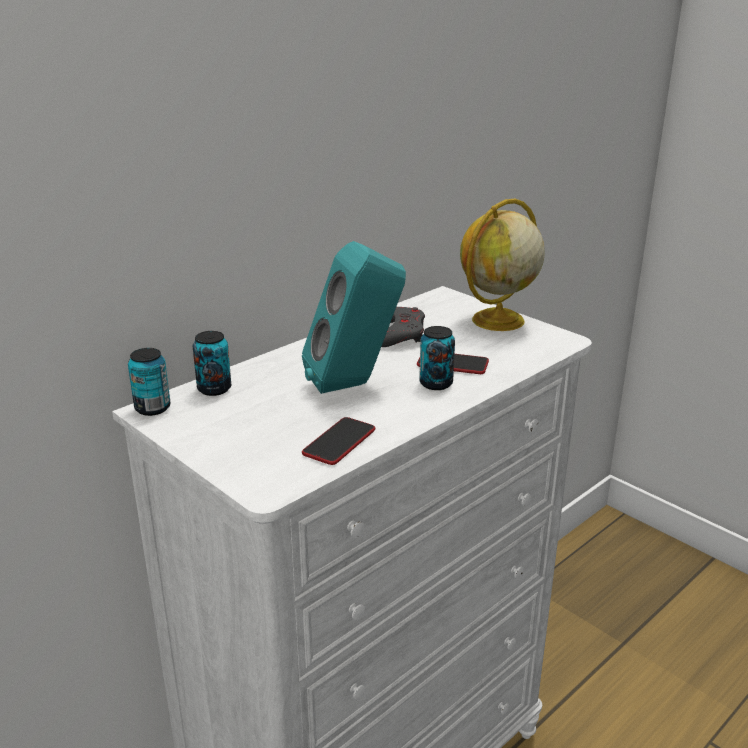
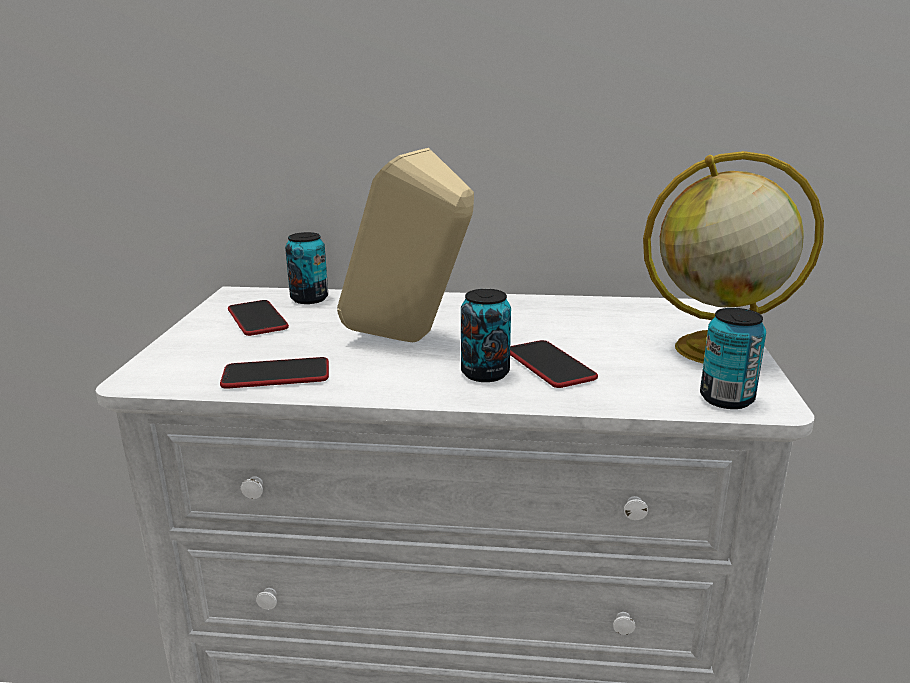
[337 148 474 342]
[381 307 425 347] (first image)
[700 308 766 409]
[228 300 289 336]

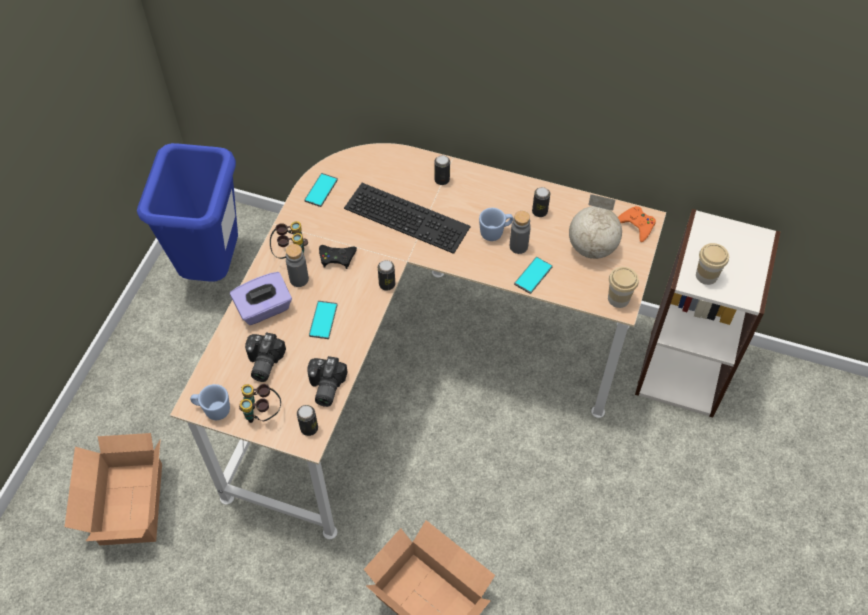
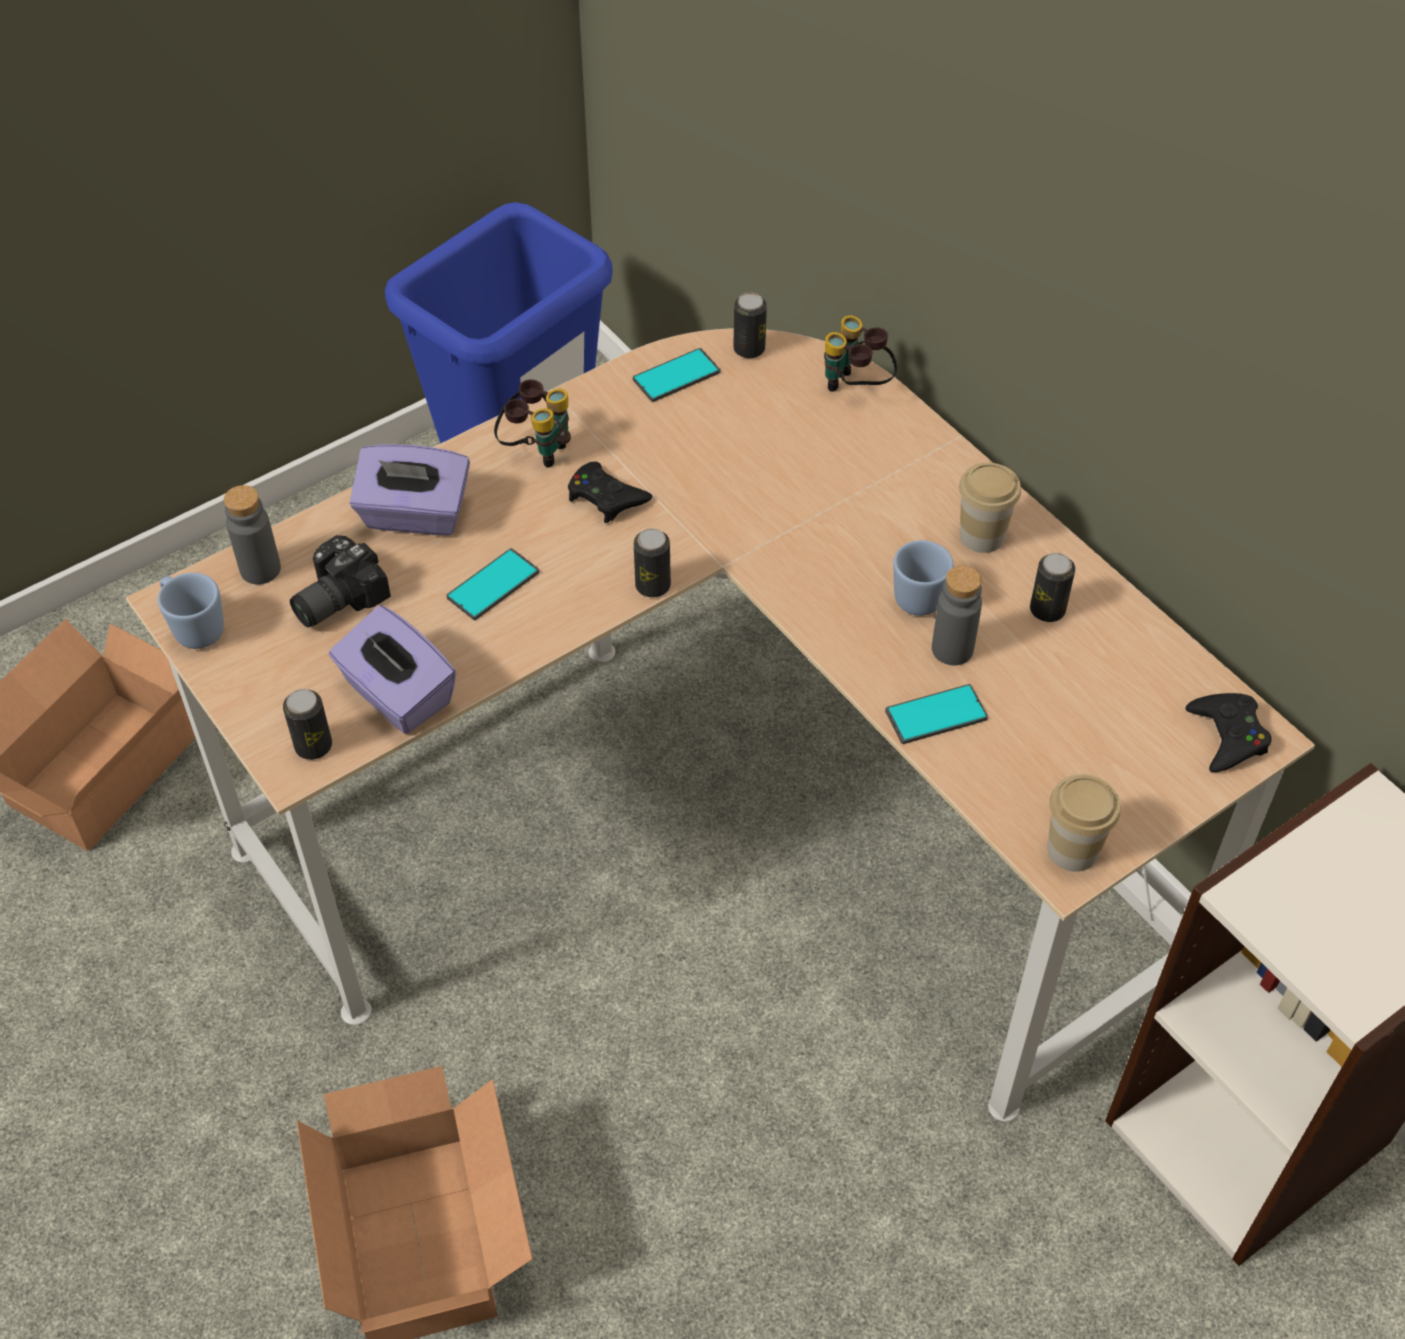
[733 292 767 359]
[344 183 471 254] (first image)
[569 194 622 259] (first image)
[1185 693 1272 772]
[959 463 1021 553]
[224 485 281 584]
[329 605 456 734]
[824 315 898 392]

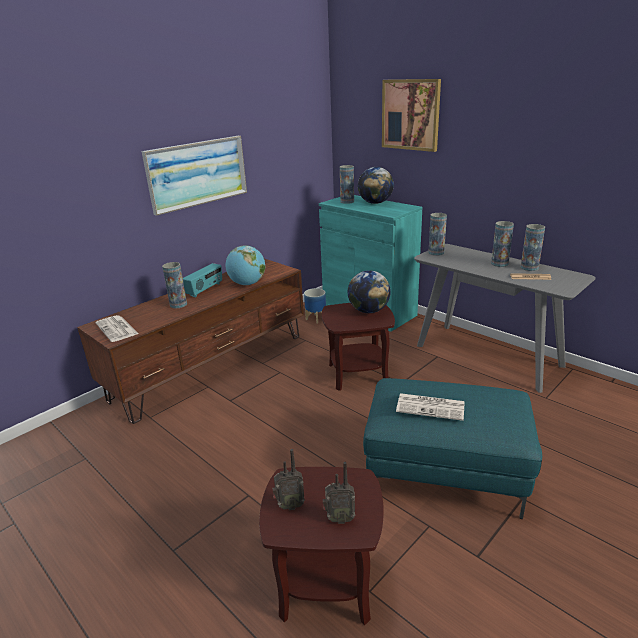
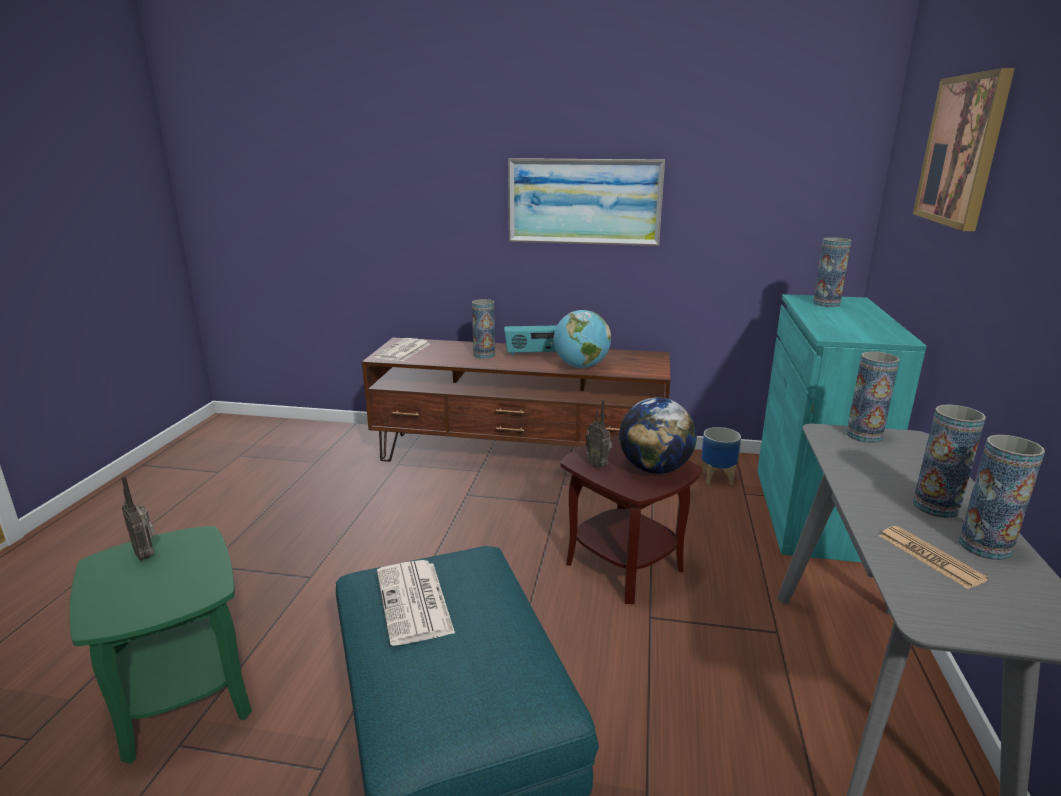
[358 167 394 204] (first image)
[585 399 612 469]
[70 526 252 764]

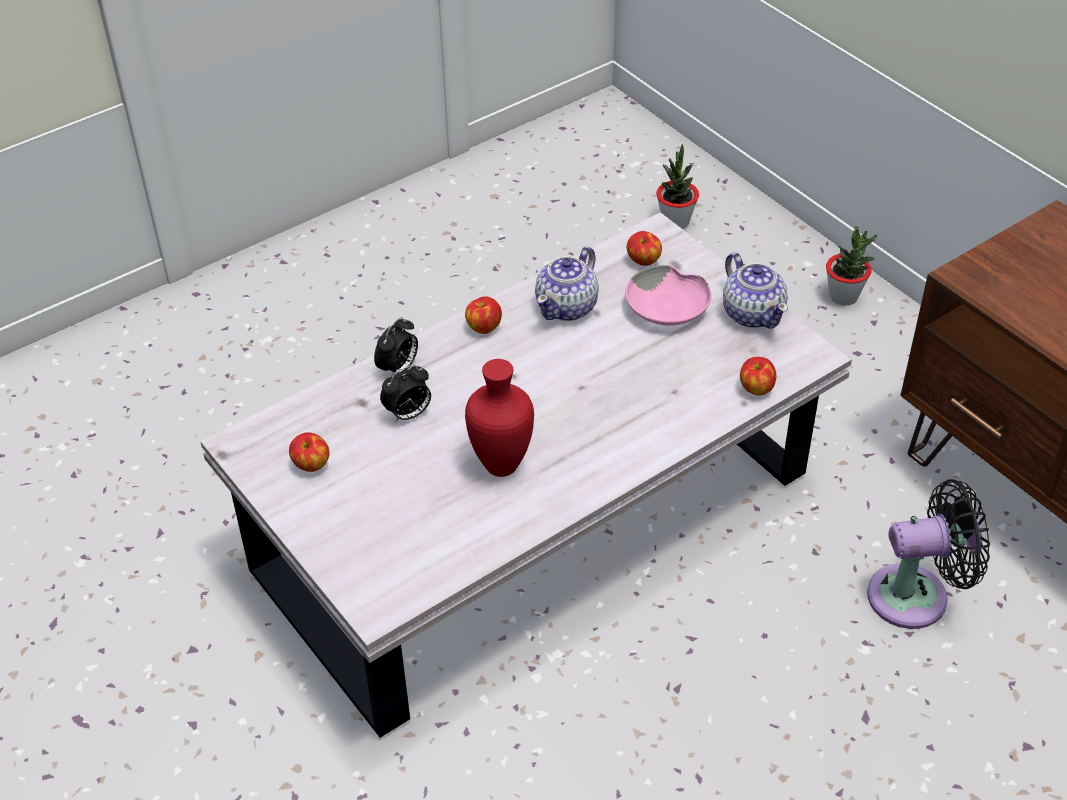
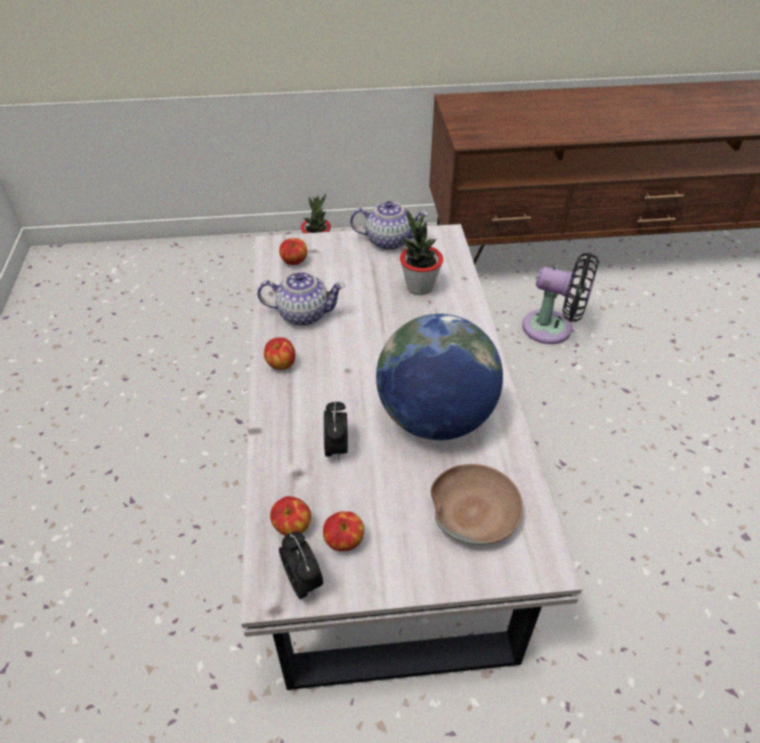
[400 210 443 295]
[257 272 345 326]
[625 265 711 326] (first image)
[279 532 323 599]
[270 496 311 536]
[376 314 503 440]
[522 253 598 344]
[431 464 523 545]

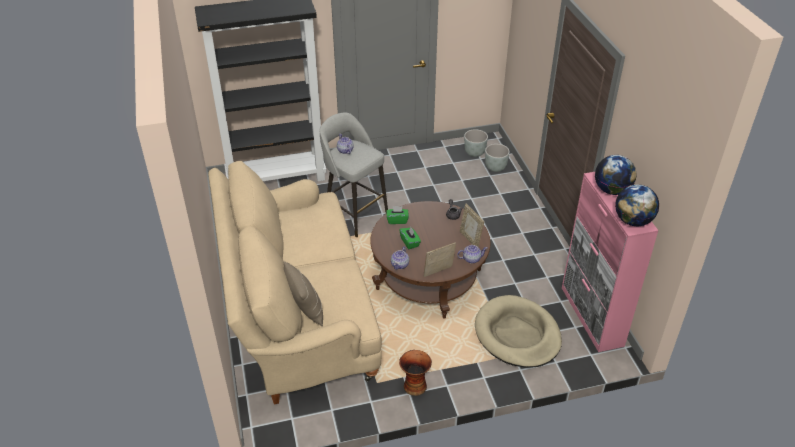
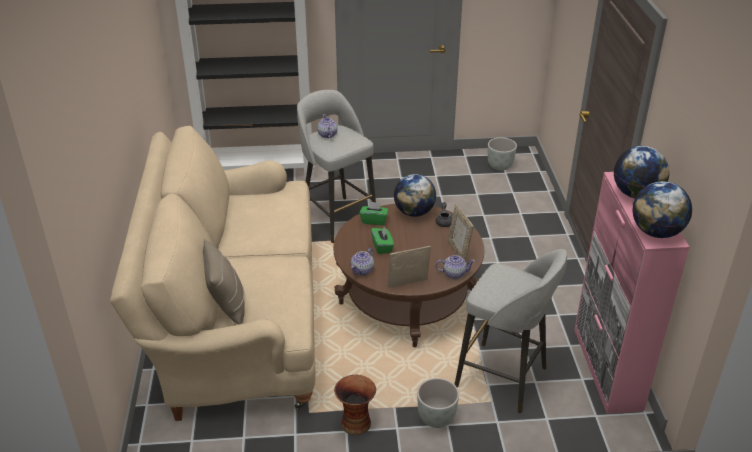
[417 378 459 428]
[454 249 567 413]
[394 174 436 217]

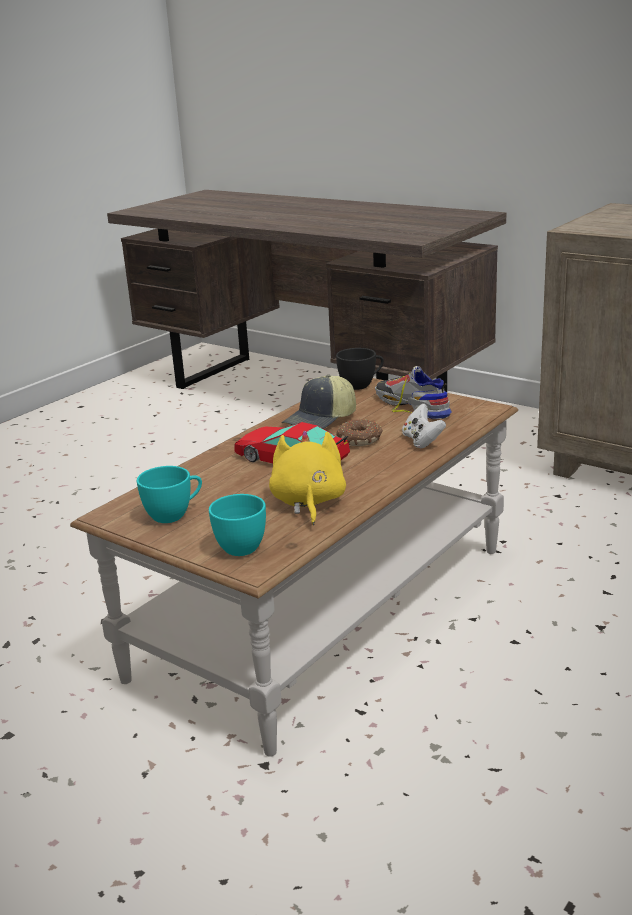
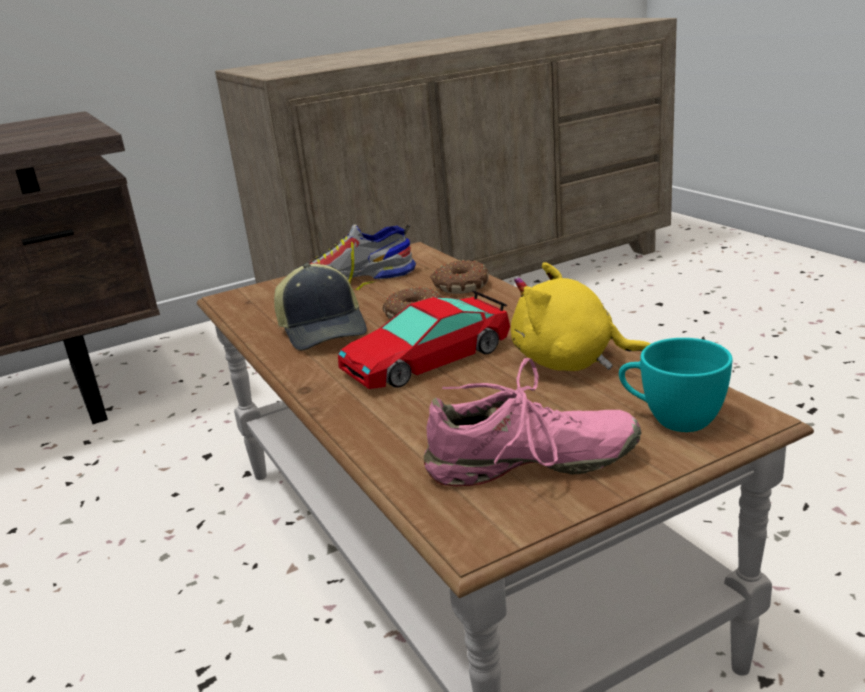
[336 348 384 390] (first image)
[430 260 489 294]
[423 358 642 487]

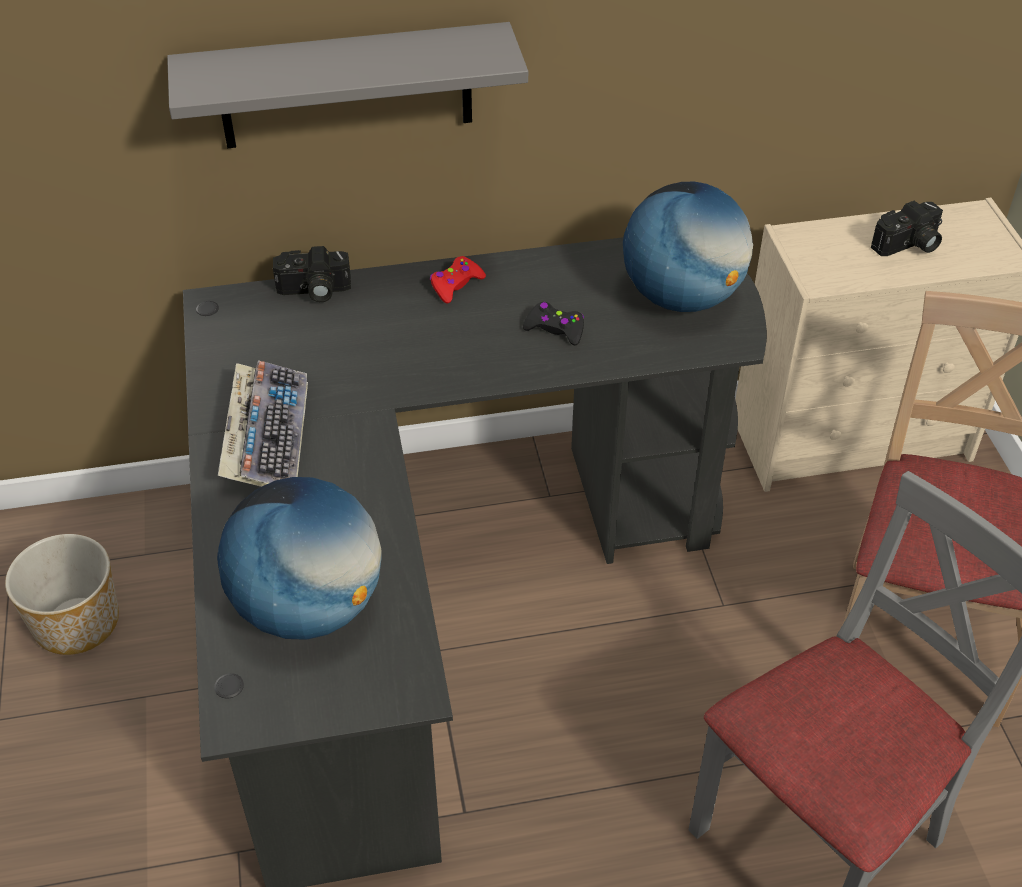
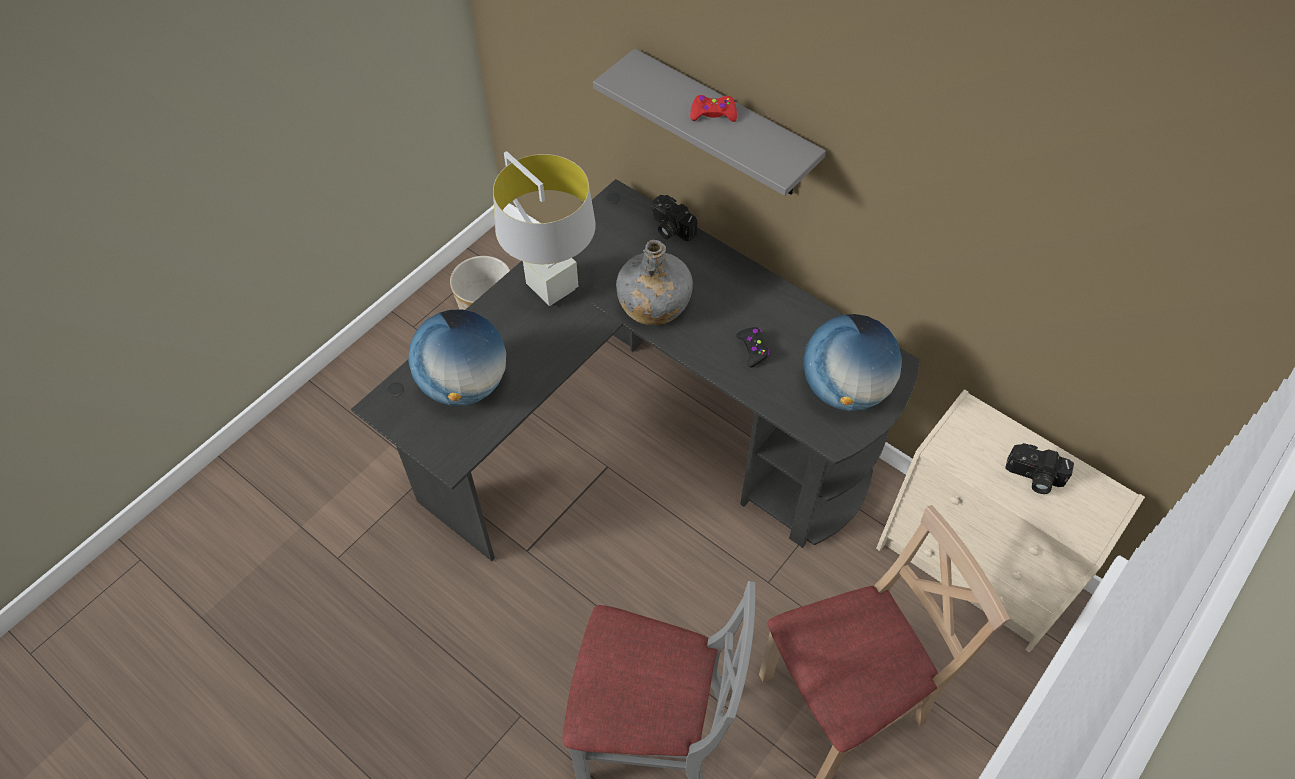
[690 95 737 122]
[493 151 596 306]
[616 240 693 325]

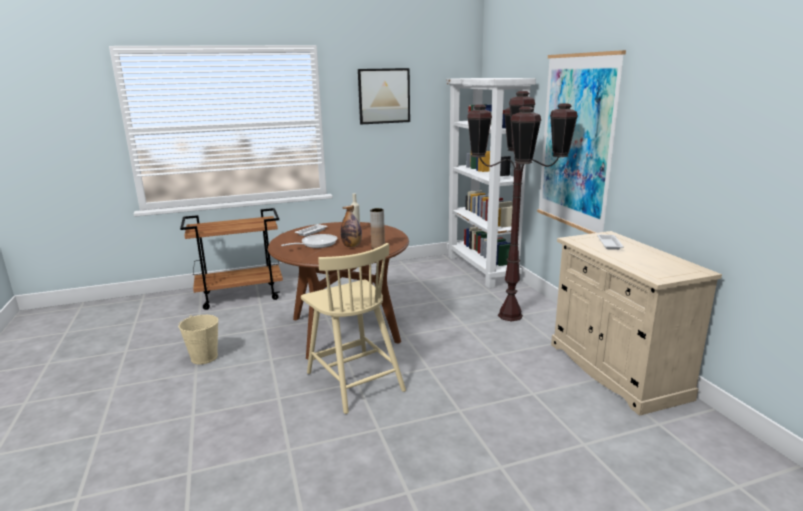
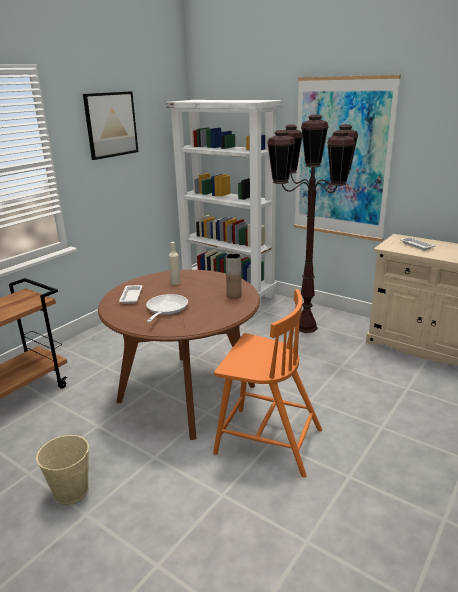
[341 205 362 247] (first image)
[213 289 322 478]

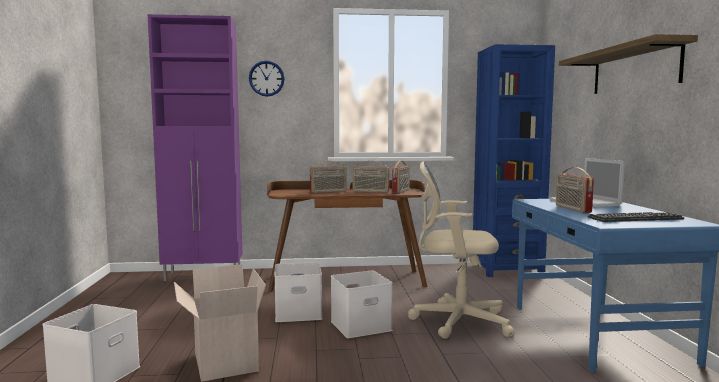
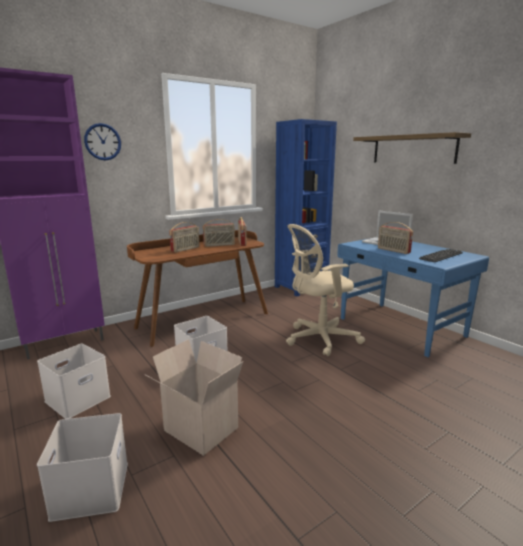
[37 344 111 419]

